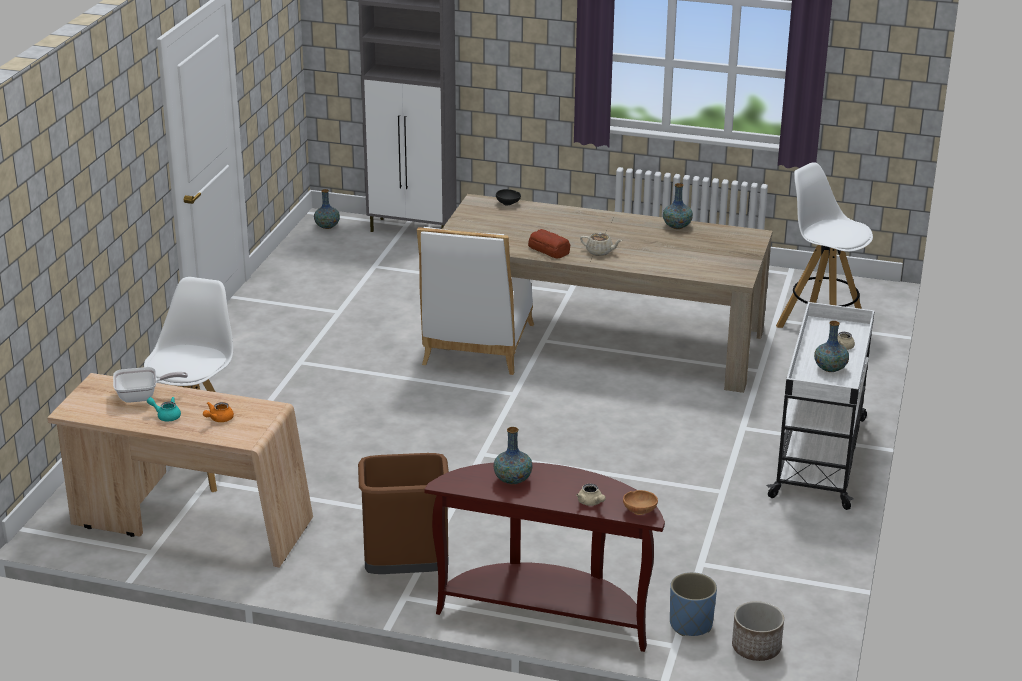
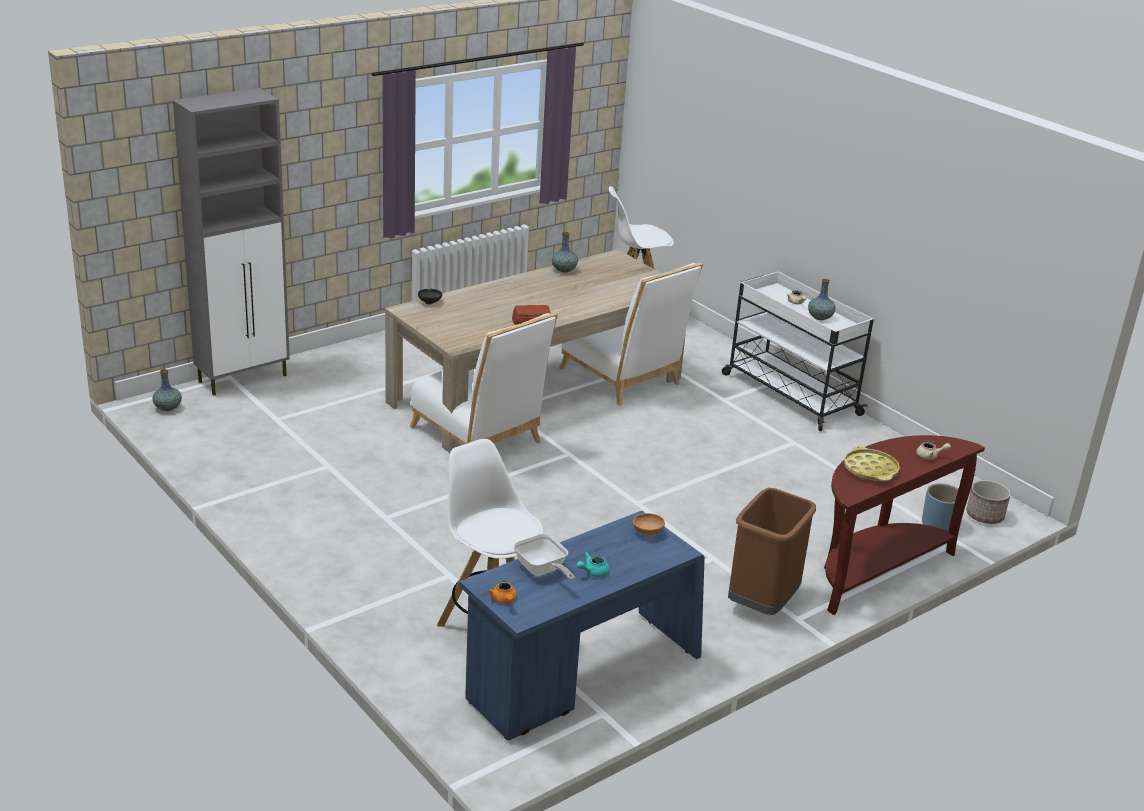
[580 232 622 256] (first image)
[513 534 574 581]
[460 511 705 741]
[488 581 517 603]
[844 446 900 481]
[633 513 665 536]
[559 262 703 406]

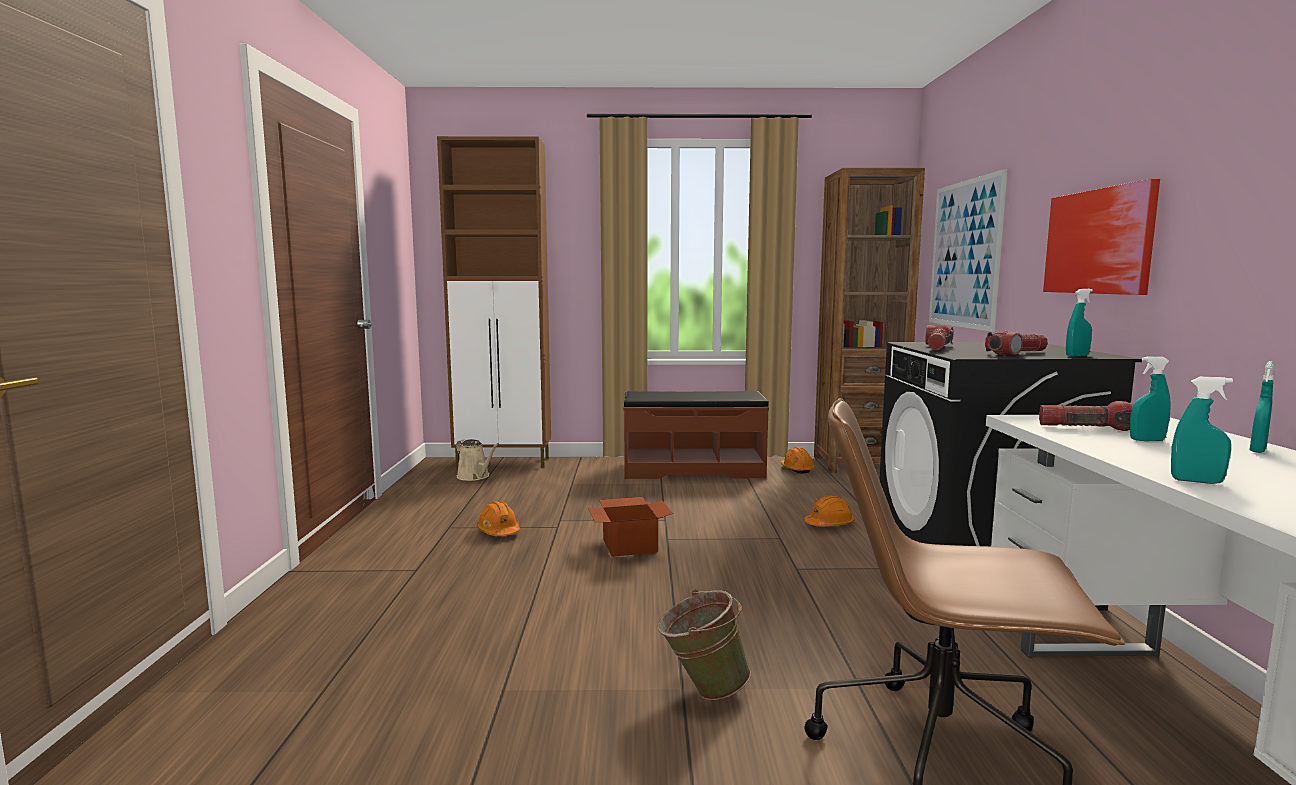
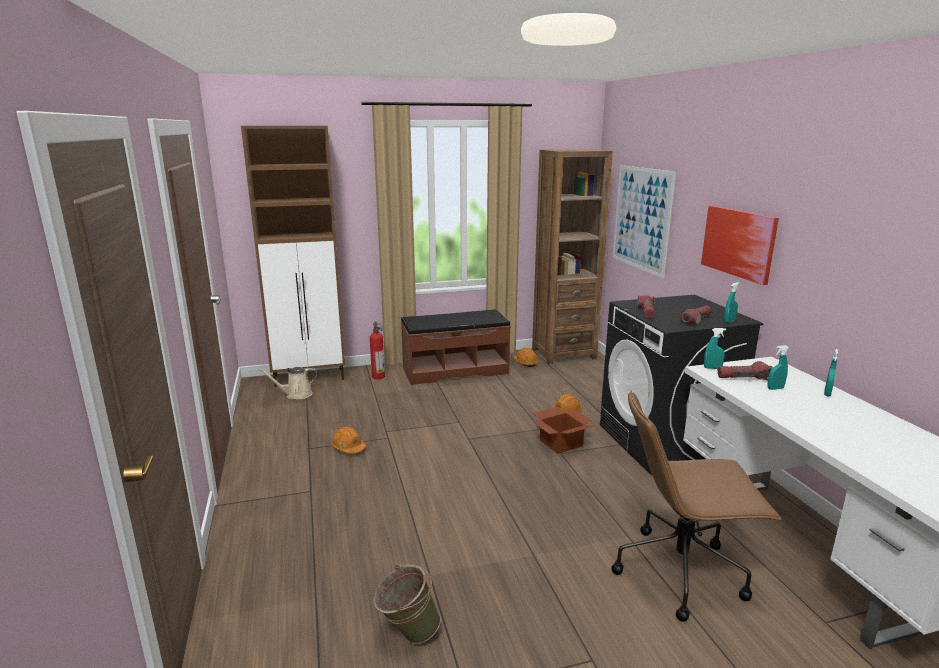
[704 328 726 369]
[259 367 317 400]
[532 407 593 454]
[373 564 441 644]
[370 321 385 379]

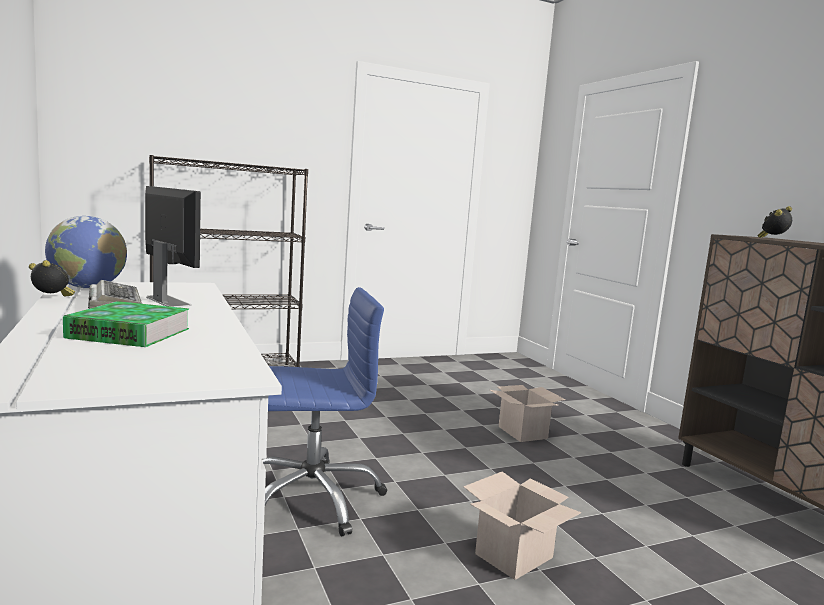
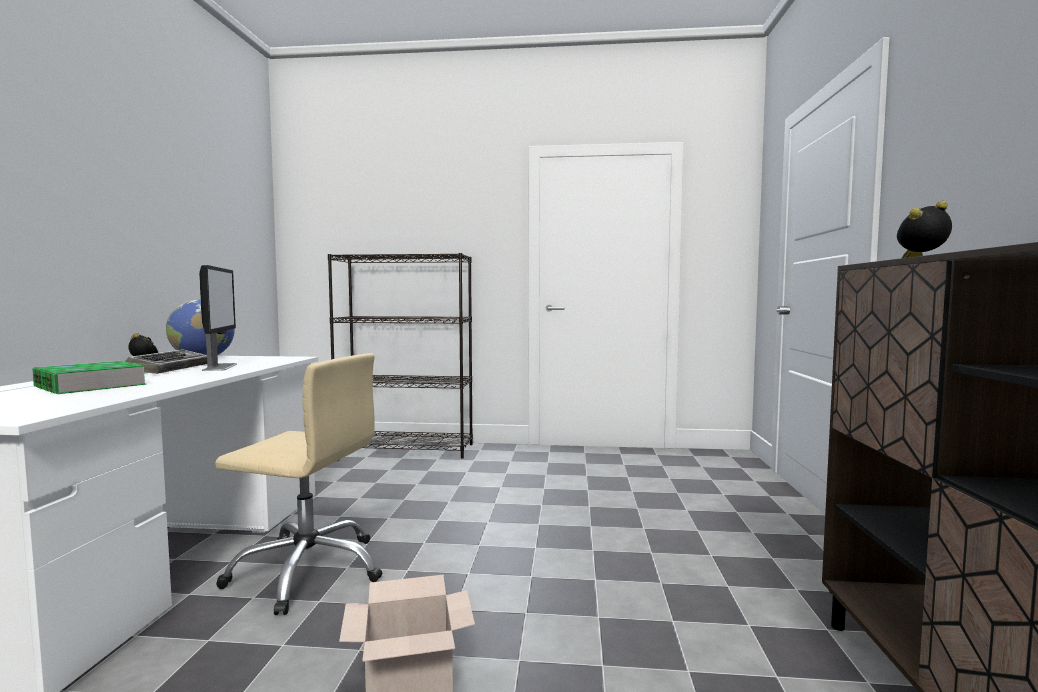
[215 353 382 615]
[490 385 566 442] (first image)

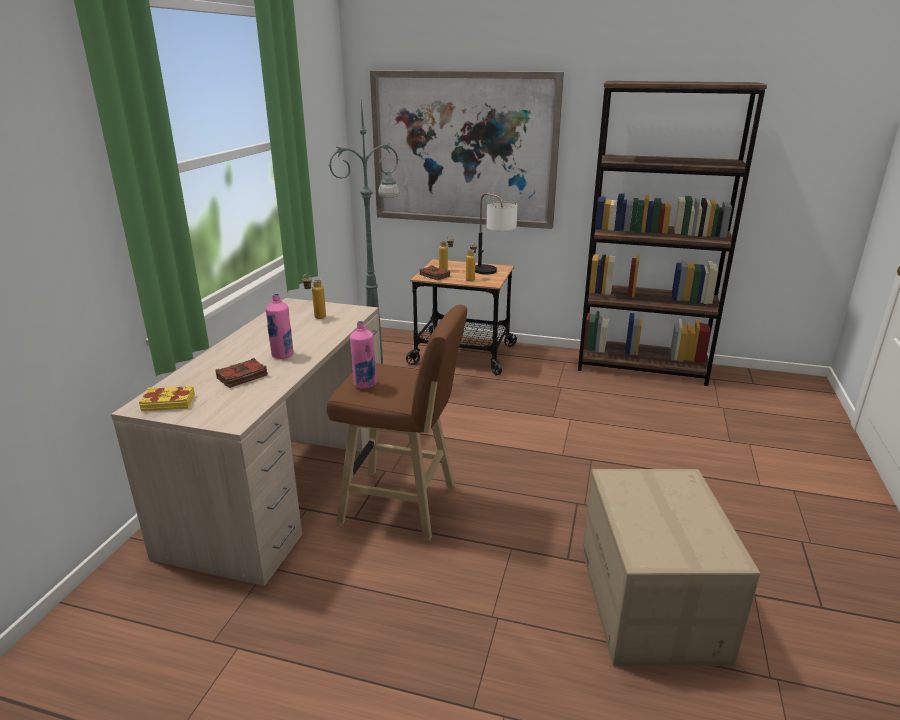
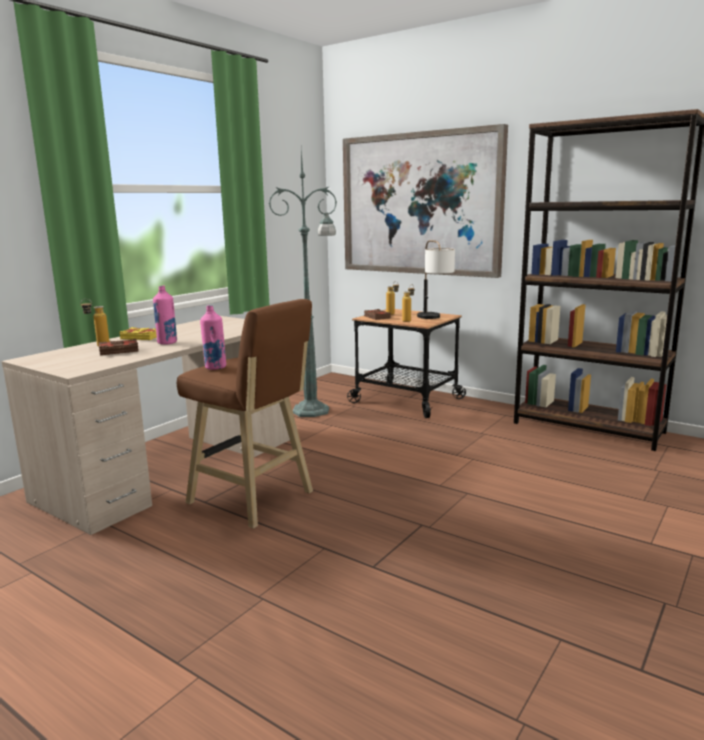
[80 299 110 347]
[120 327 157 340]
[582 469 760 666] (first image)

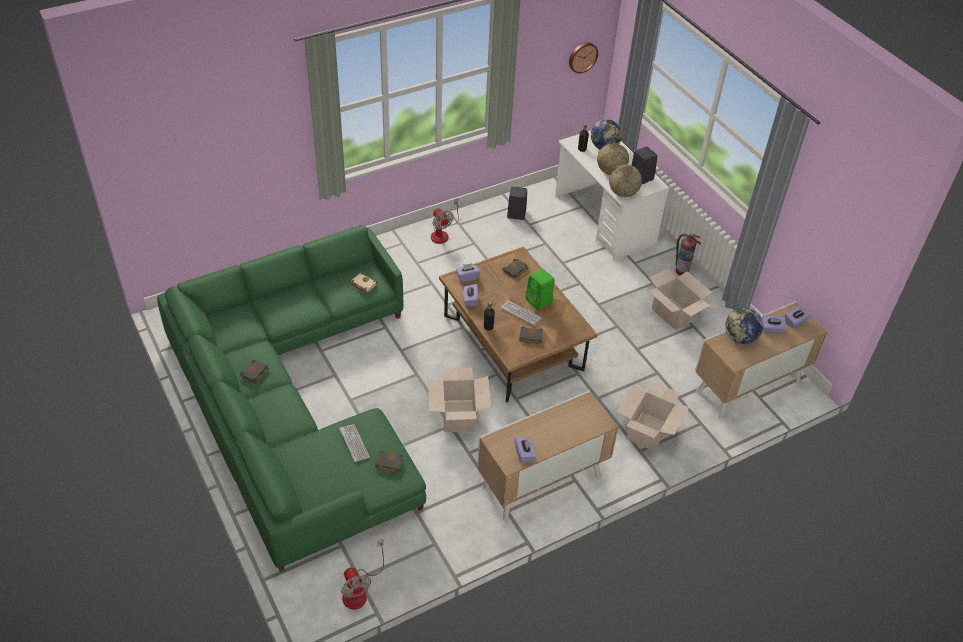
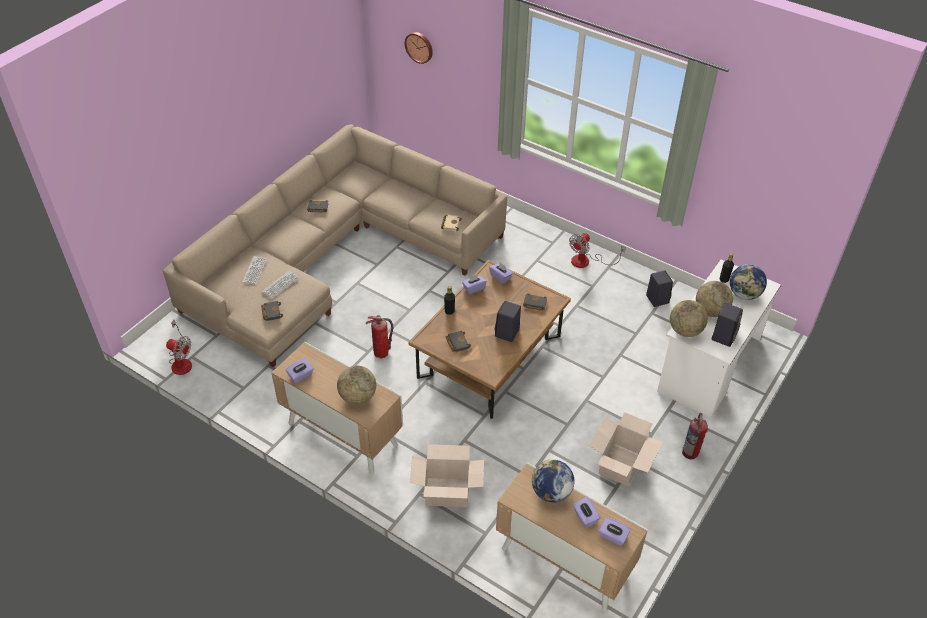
[405 32 433 64]
[163 125 507 368]
[495 301 521 342]
[242 256 266 285]
[366 315 393 358]
[166 320 192 375]
[337 366 376 405]

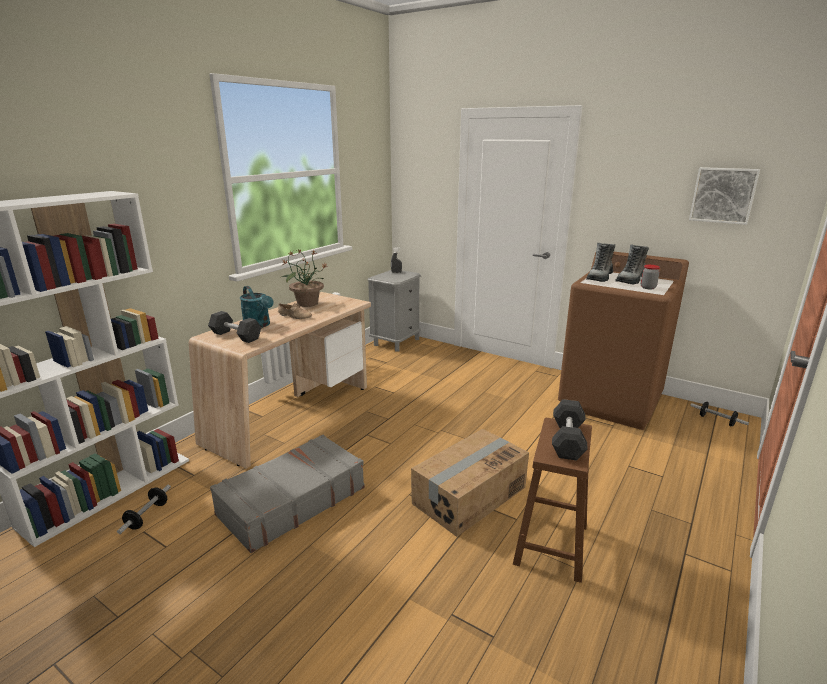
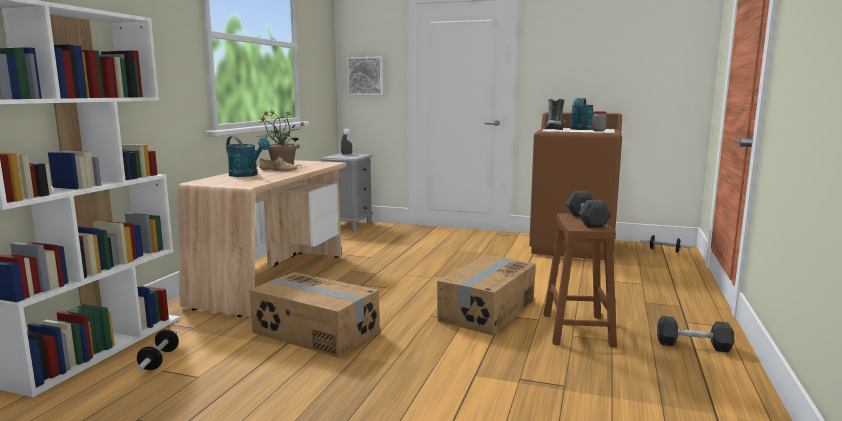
[347 57 383 95]
[570 98 594 130]
[657 316 734 353]
[249 272 379 358]

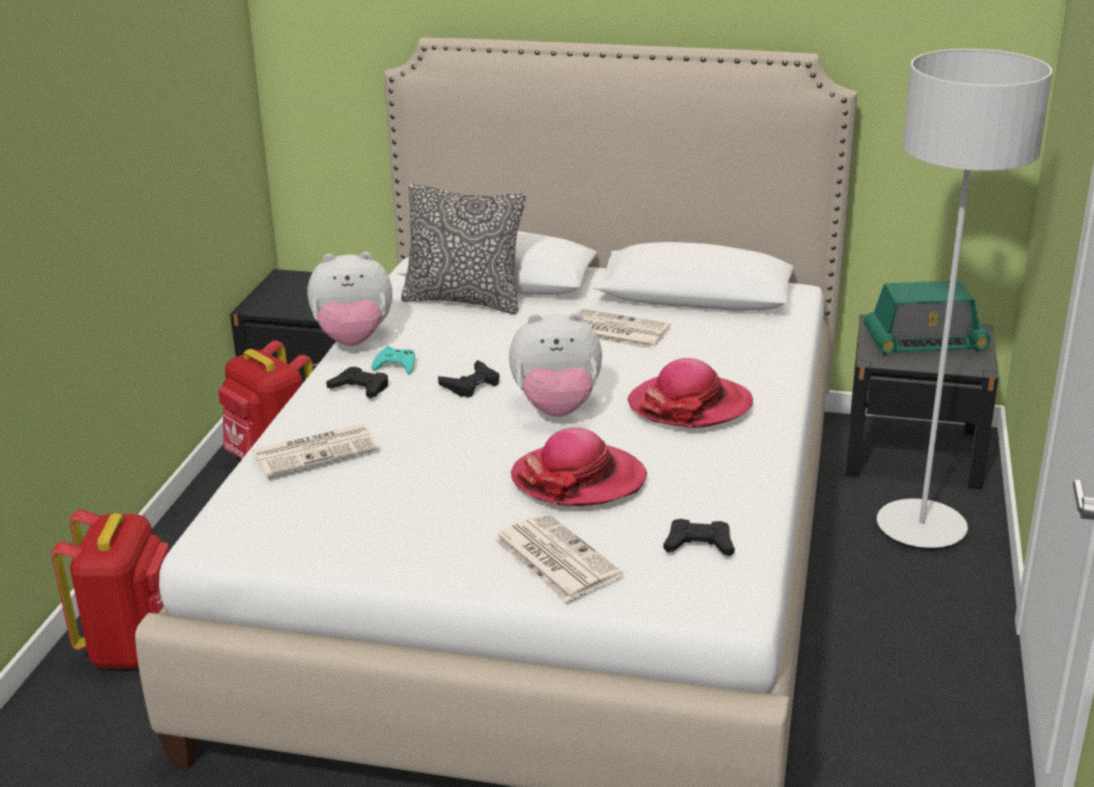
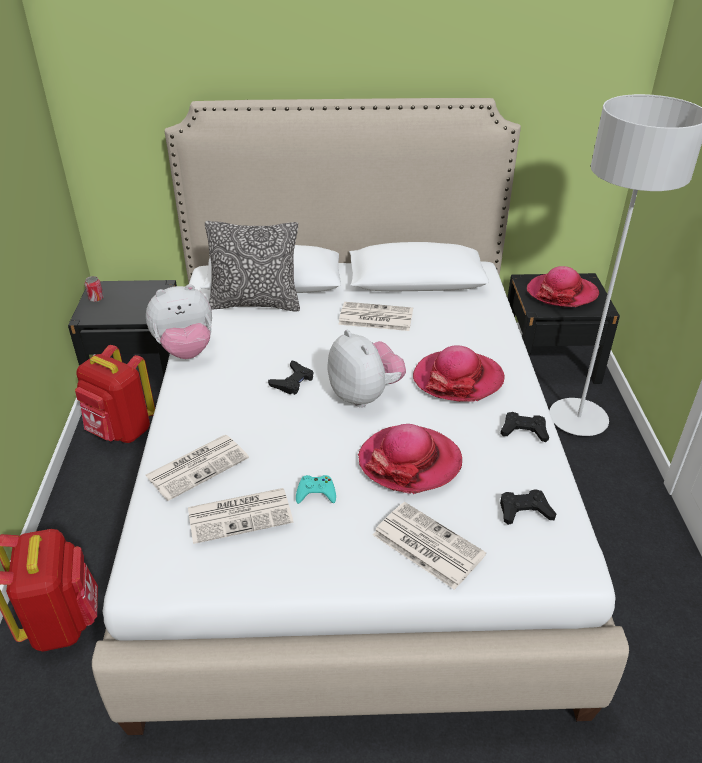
[527 266 599 307]
[327 330 406 407]
[296 475 336 504]
[500 412 549 442]
[85 276 104 302]
[188 488 294 544]

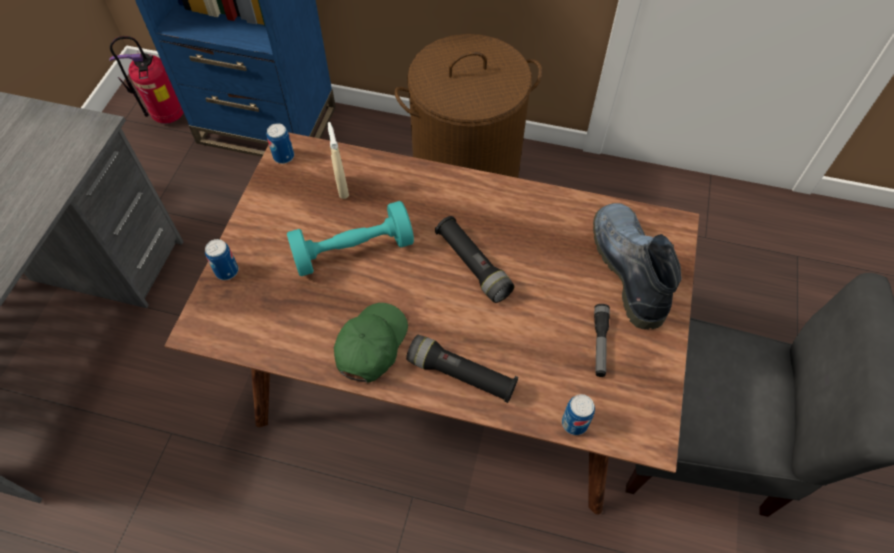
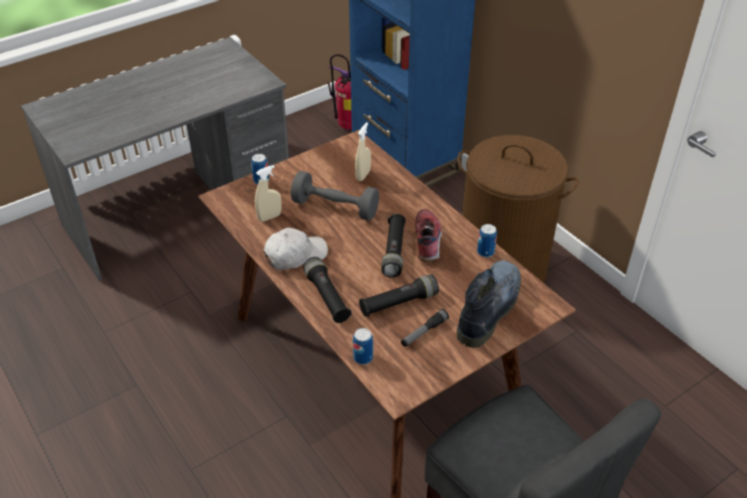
[477 224 497 257]
[291 171 379 221]
[264 227 328 270]
[255 165 281 222]
[415 209 442 262]
[359 274 439 317]

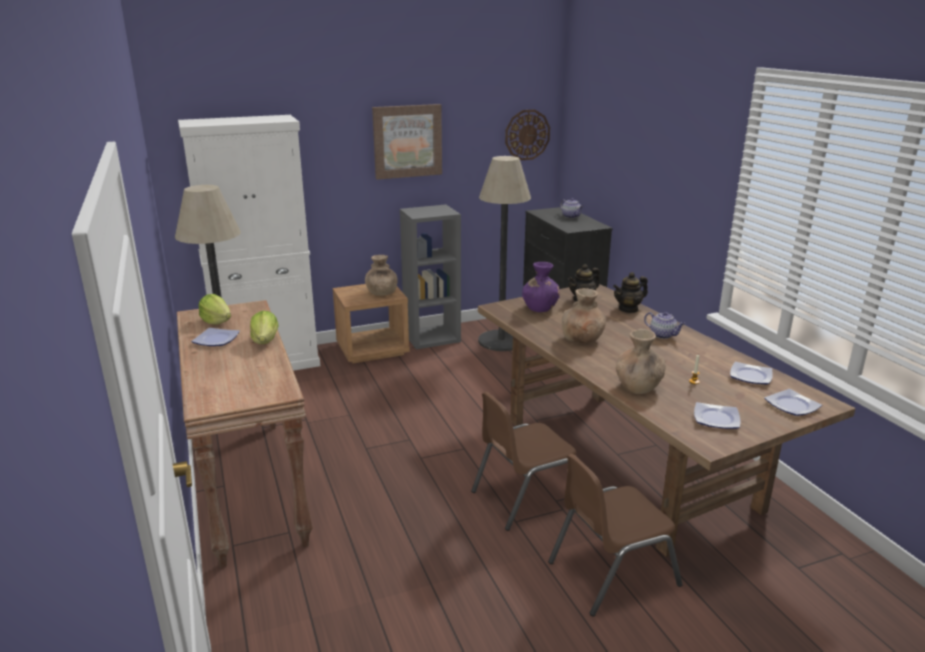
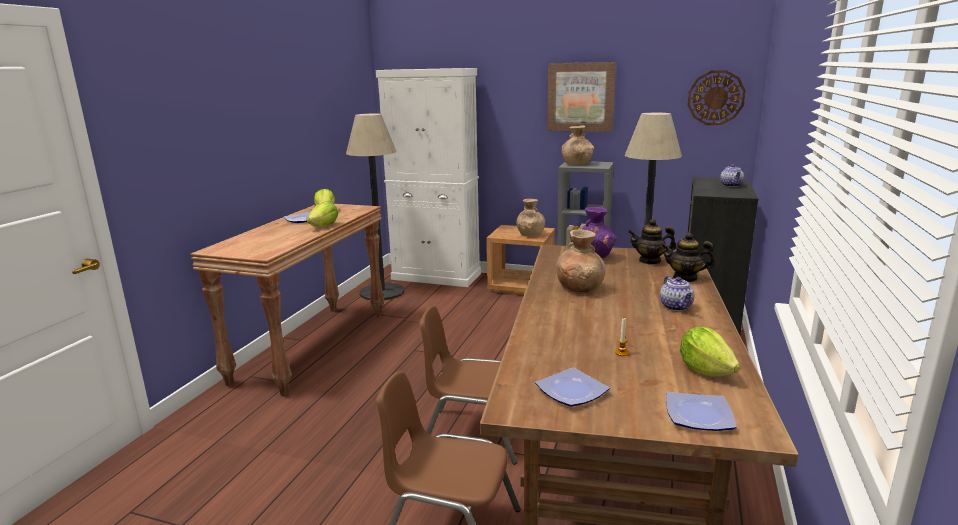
[562 126 594 165]
[680 327 741 377]

